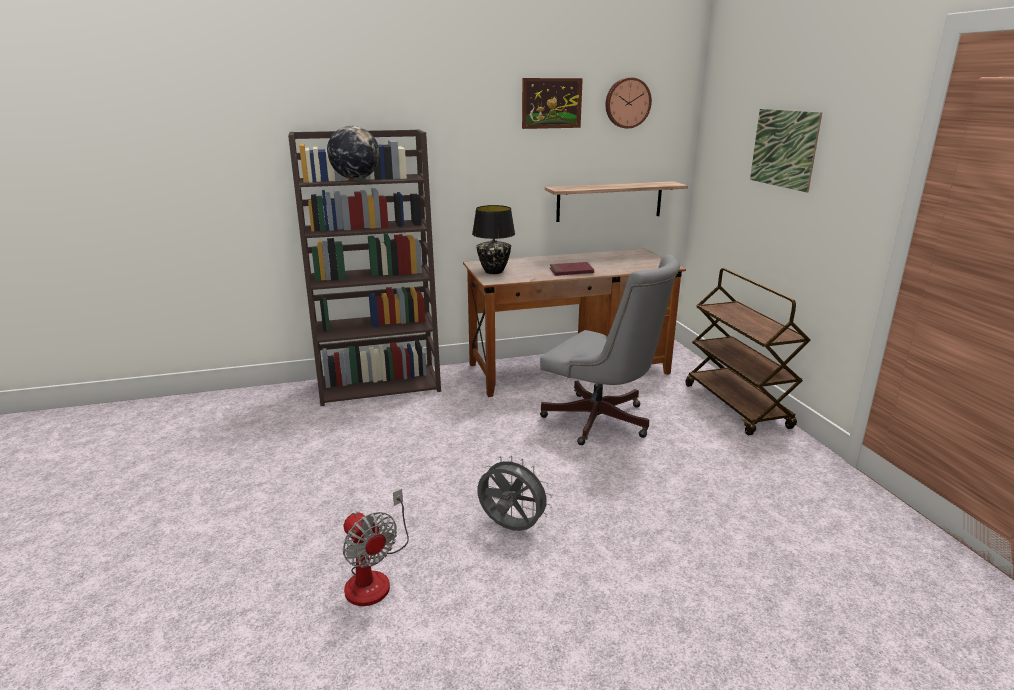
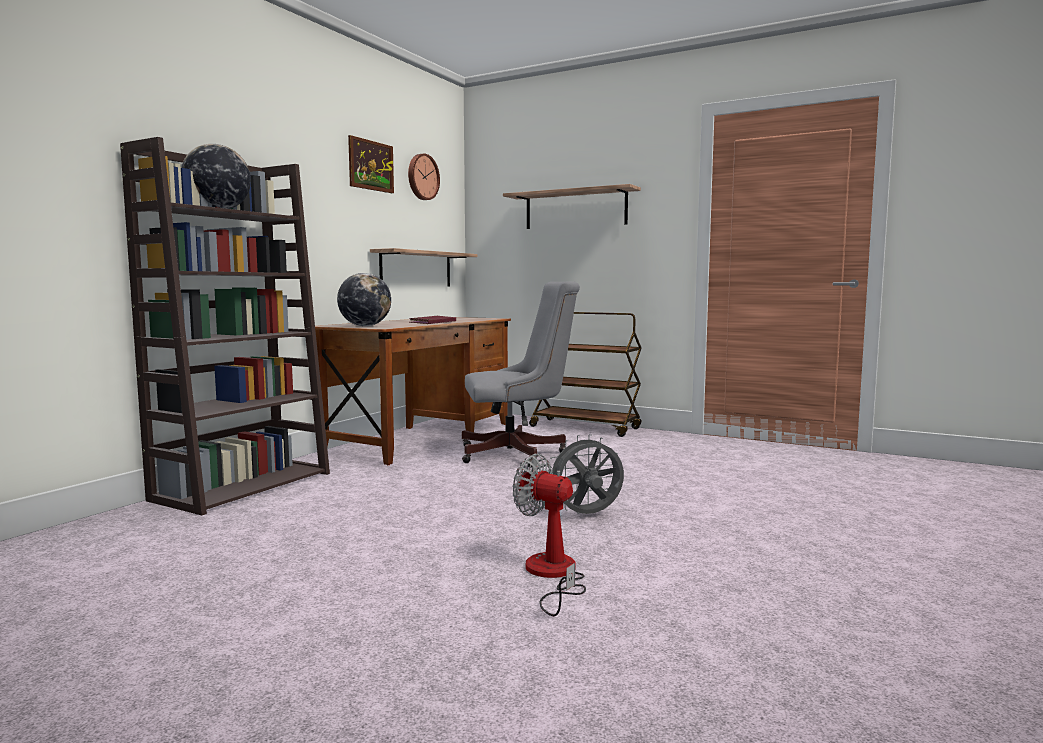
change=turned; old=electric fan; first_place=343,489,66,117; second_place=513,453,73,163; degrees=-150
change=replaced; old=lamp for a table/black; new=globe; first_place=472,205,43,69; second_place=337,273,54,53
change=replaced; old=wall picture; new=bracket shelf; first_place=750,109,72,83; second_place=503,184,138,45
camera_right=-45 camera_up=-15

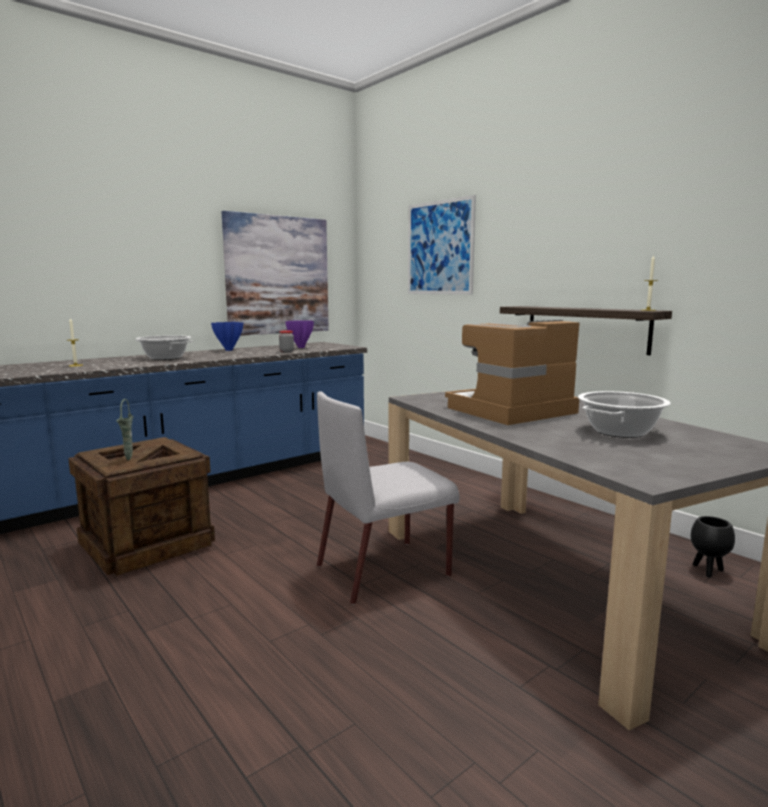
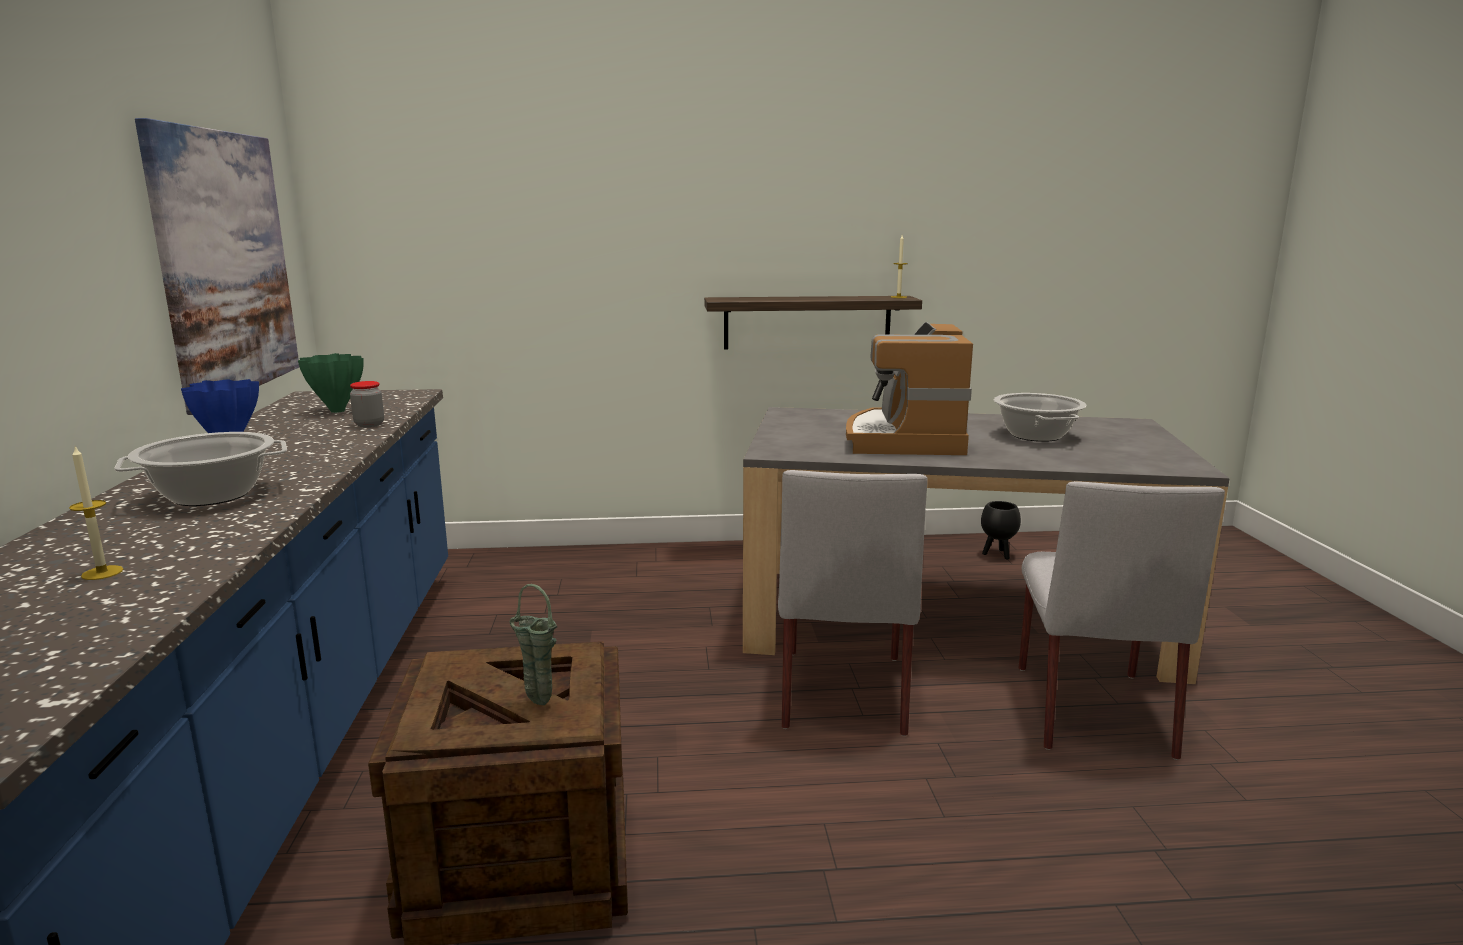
change=recoloured; old=flower vase/purple; new=flower vase/greenish; first_place=285,320,29,28; second_place=298,353,66,60
change=removed; old=wall picture; first_place=408,195,68,100
change=added; new=chair/greyish; second_place=1018,481,207,279
camera_right=-55 camera_up=5

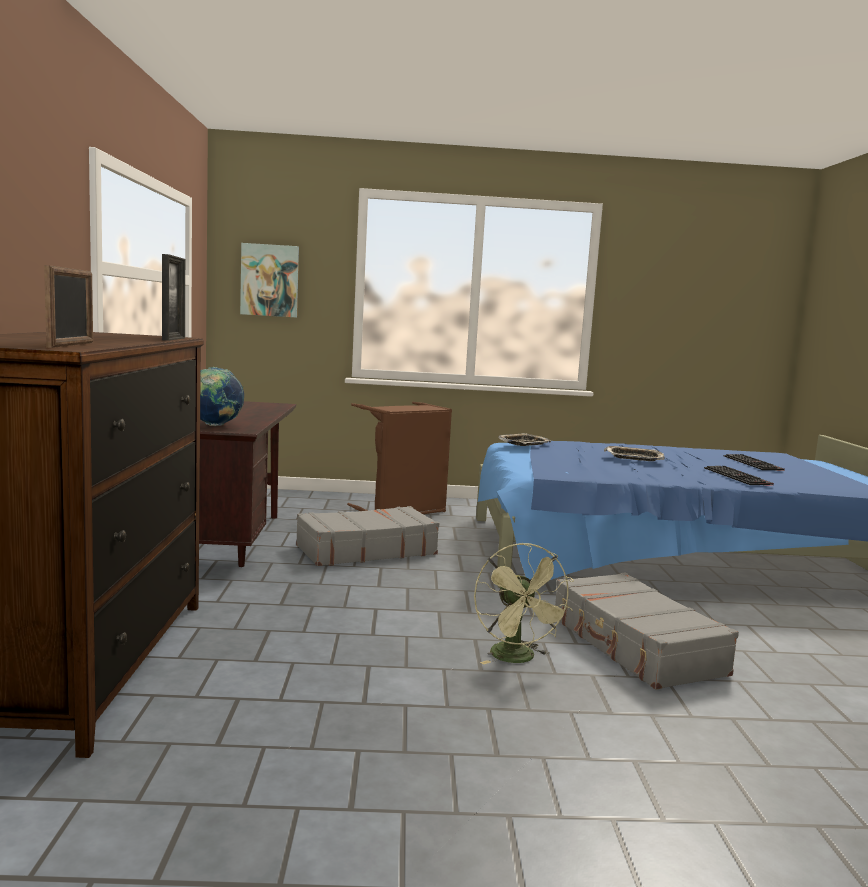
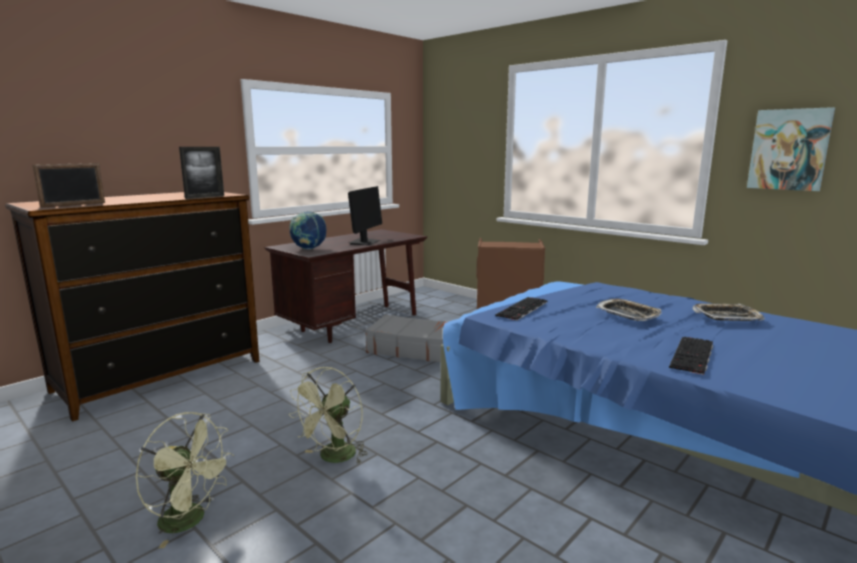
change=moved; old=wall picture; first_place=240,243,59,74; second_place=747,107,88,84
change=moved; old=serving tray; first_place=498,433,53,13; second_place=693,303,72,18
change=removed; old=travel case/greyish; first_place=555,573,184,117
change=moved; old=computer keyboard; first_place=724,454,61,17; second_place=495,297,52,23
change=added; new=electric fan/greenish; second_place=135,412,99,136
change=added; new=monitor; second_place=348,186,34,59
camera_right=45 camera_up=5

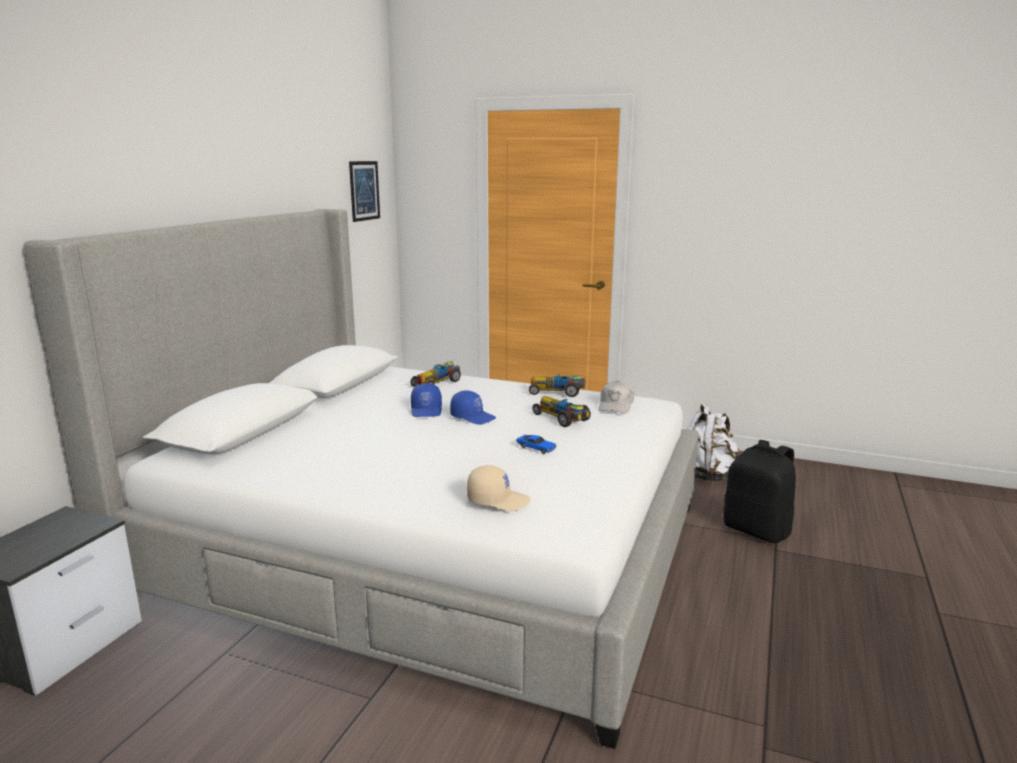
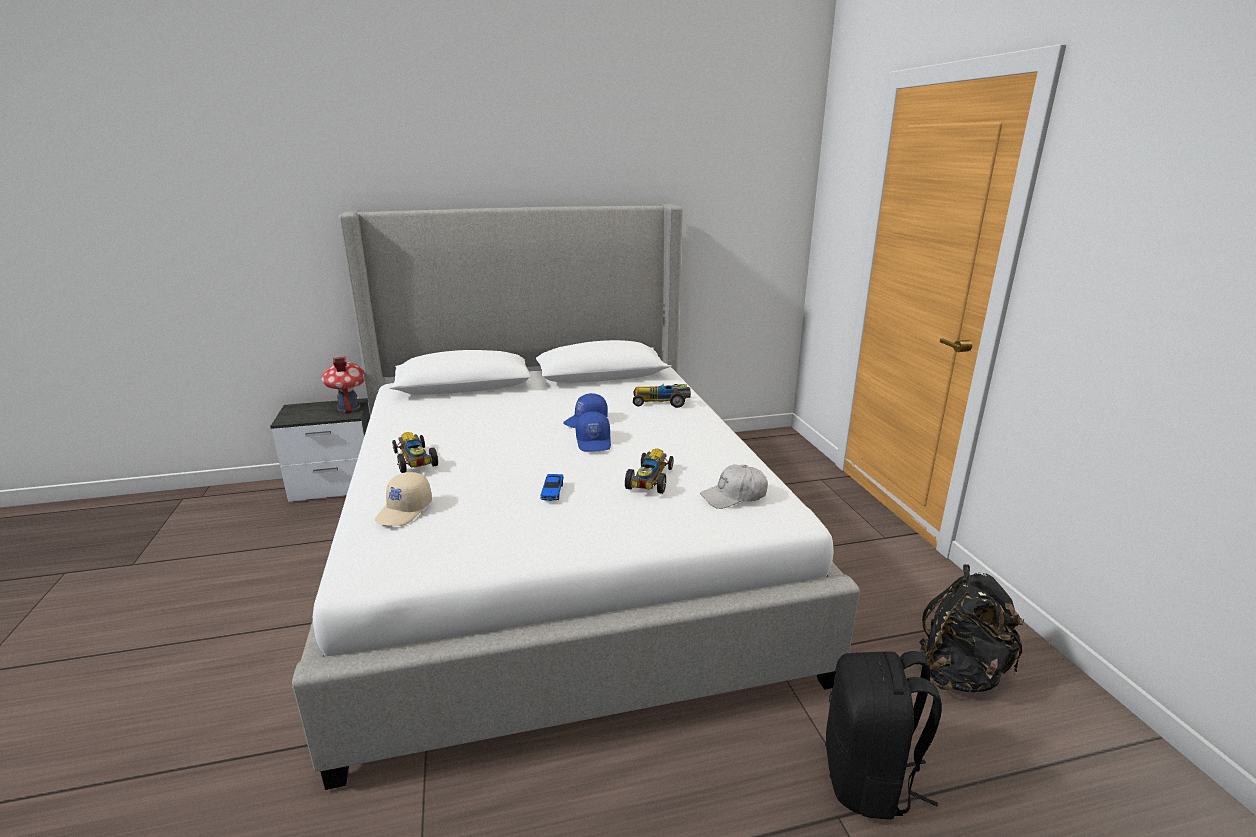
change=removed; old=wall picture; first_place=349,161,31,61
change=turned; old=peaked cap/beige; first_place=467,465,63,46; second_place=375,472,57,54; degrees=45
change=moved; old=toy car; first_place=529,375,56,22; second_place=392,432,46,41
change=recoloured; old=backpack/white; new=backpack/black; first_place=687,403,53,78; second_place=919,565,105,128
change=added; new=model house; second_place=321,356,44,58
camera_right=55 camera_up=5

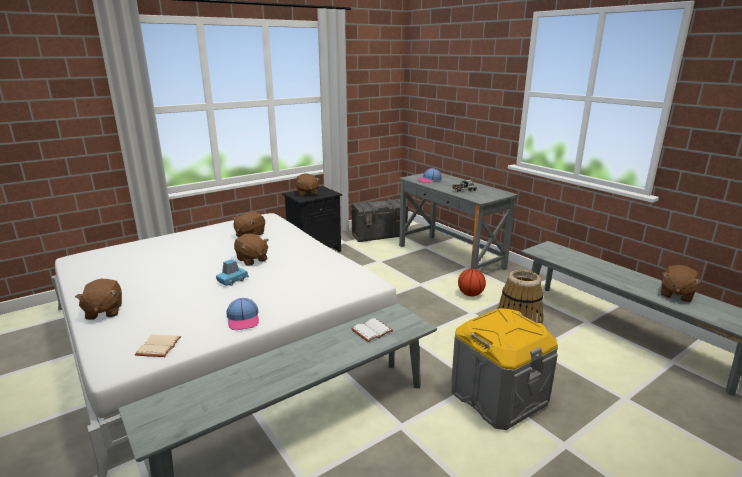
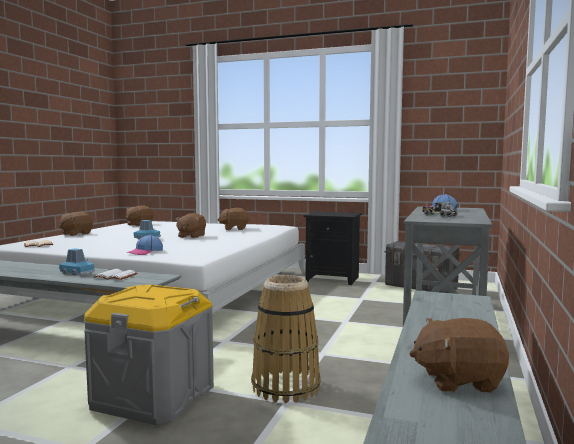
change=moved; old=peaked cap; first_place=226,298,33,32; second_place=126,235,37,20
change=moved; old=plush toy/brownish; first_place=296,173,23,24; second_place=126,205,27,21
change=removed; old=ball for basketball; first_place=458,269,28,27
change=added; new=toy car/blue-coloured; second_place=59,248,36,27
camera_right=55 camera_up=-15

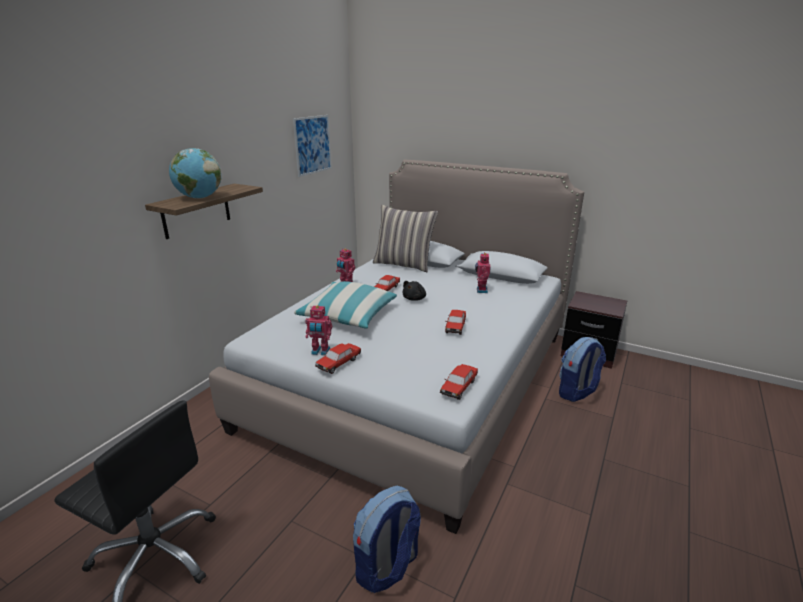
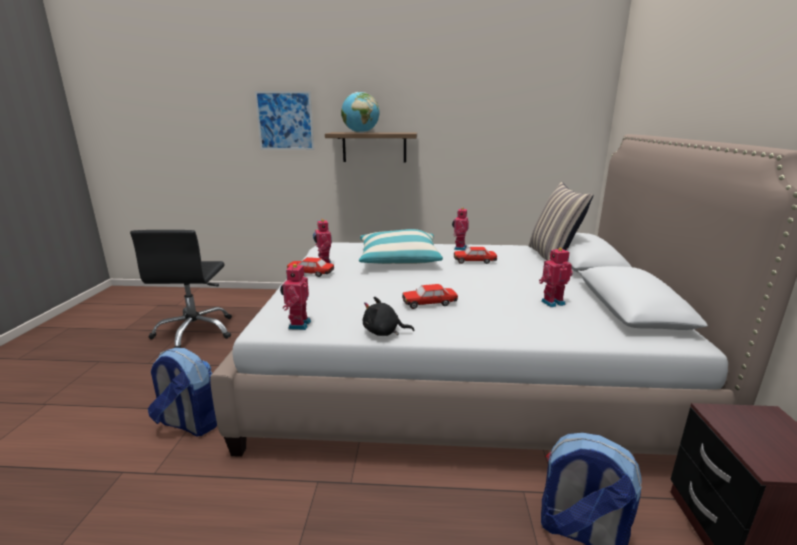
change=moved; old=wall picture; first_place=293,115,39,62; second_place=255,91,59,59
change=moved; old=plush toy/black; first_place=402,281,24,20; second_place=363,297,52,39
change=replaced; old=toy car; new=toy robot; first_place=440,364,38,36; second_place=280,262,31,68
camera_right=65 camera_up=-5

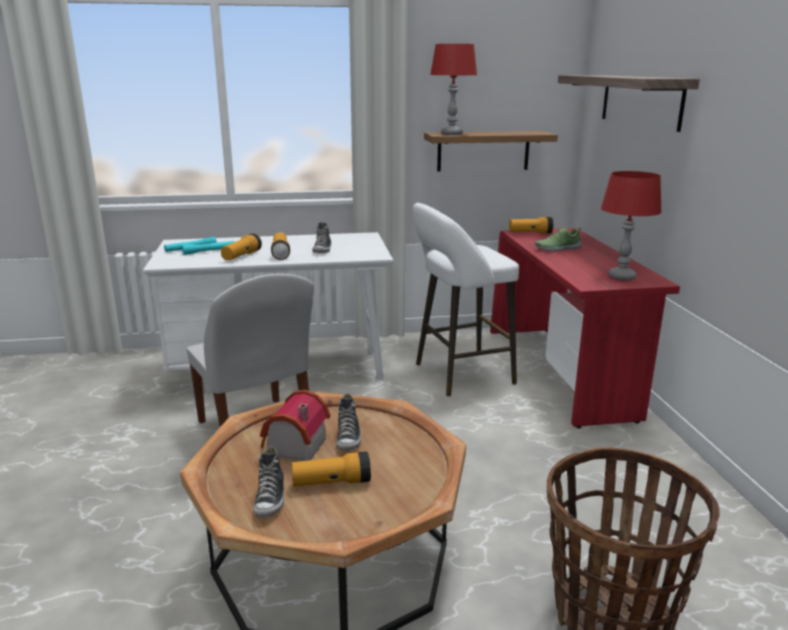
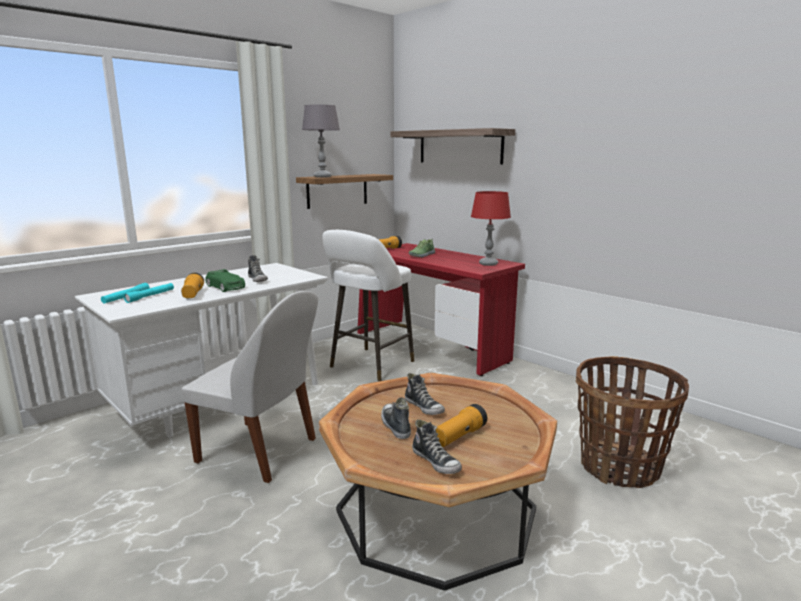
change=replaced; old=model house; new=low shoe; first_place=260,390,70,71; second_place=381,397,30,42
change=replaced; old=torch; new=toy car/greenish; first_place=271,233,19,27; second_place=205,269,40,23
change=recoloured; old=lamp for a table/red-coloured; new=lamp for a table/greyish; first_place=430,44,47,91; second_place=302,105,38,72
camera_right=-35 camera_up=-5

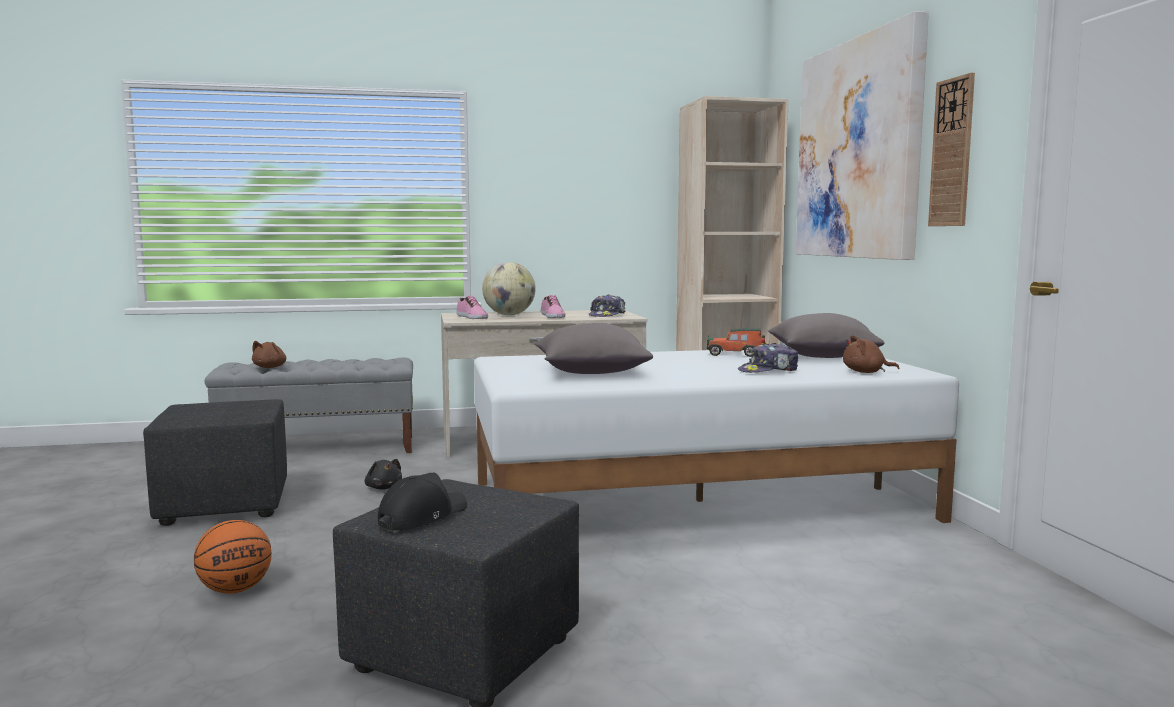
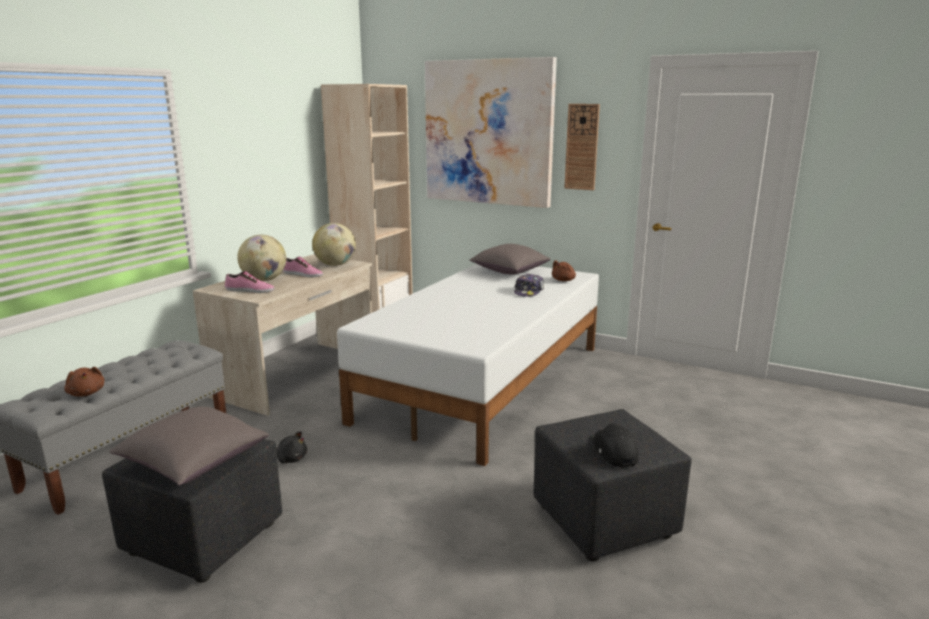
change=removed; old=ball for basketball; first_place=194,520,77,74
change=moved; old=throw pillow/greyish; first_place=535,323,118,51; second_place=109,406,160,79
change=replaced; old=peaked cap; new=globe; first_place=589,294,36,23; second_place=312,223,44,43
change=removed; old=toy car; first_place=707,328,60,29
camera_right=-50 camera_up=10

